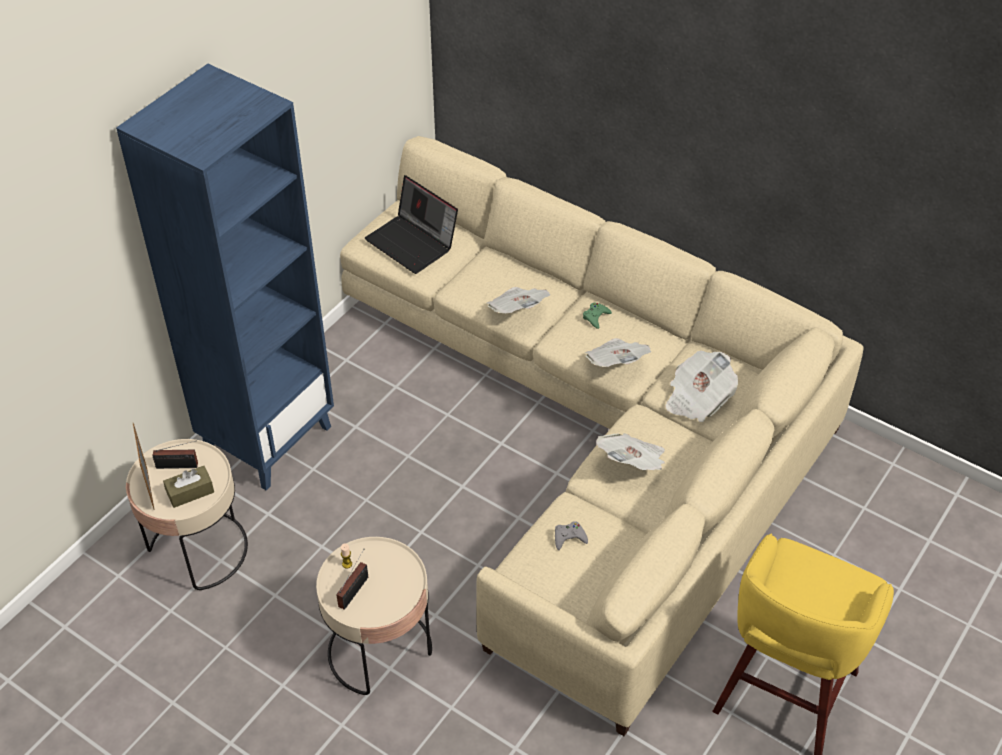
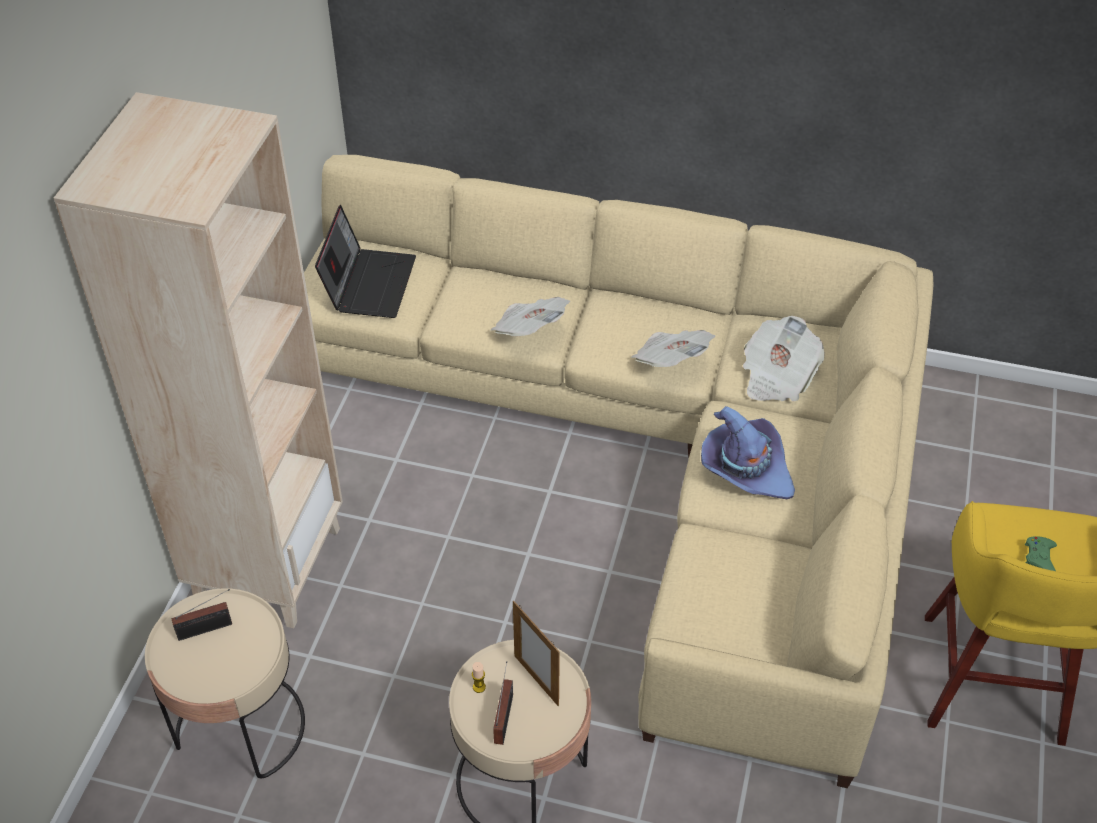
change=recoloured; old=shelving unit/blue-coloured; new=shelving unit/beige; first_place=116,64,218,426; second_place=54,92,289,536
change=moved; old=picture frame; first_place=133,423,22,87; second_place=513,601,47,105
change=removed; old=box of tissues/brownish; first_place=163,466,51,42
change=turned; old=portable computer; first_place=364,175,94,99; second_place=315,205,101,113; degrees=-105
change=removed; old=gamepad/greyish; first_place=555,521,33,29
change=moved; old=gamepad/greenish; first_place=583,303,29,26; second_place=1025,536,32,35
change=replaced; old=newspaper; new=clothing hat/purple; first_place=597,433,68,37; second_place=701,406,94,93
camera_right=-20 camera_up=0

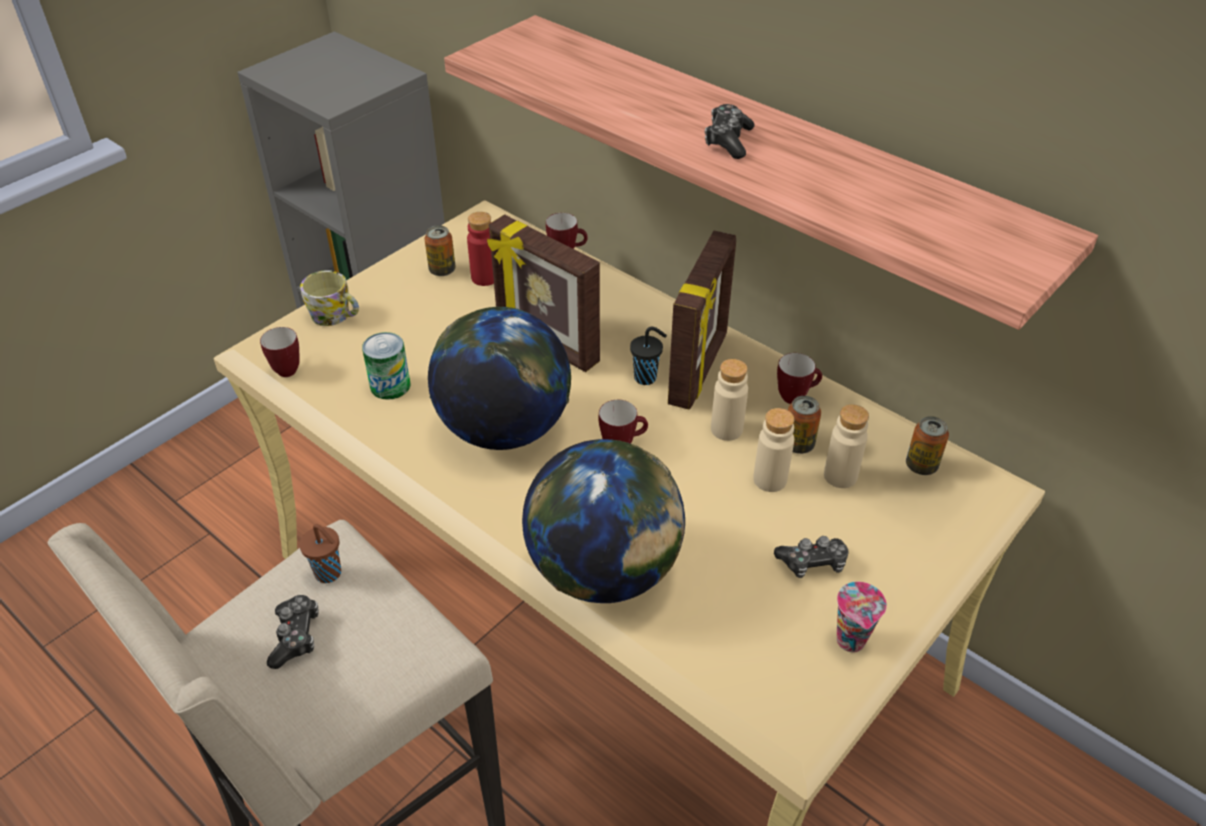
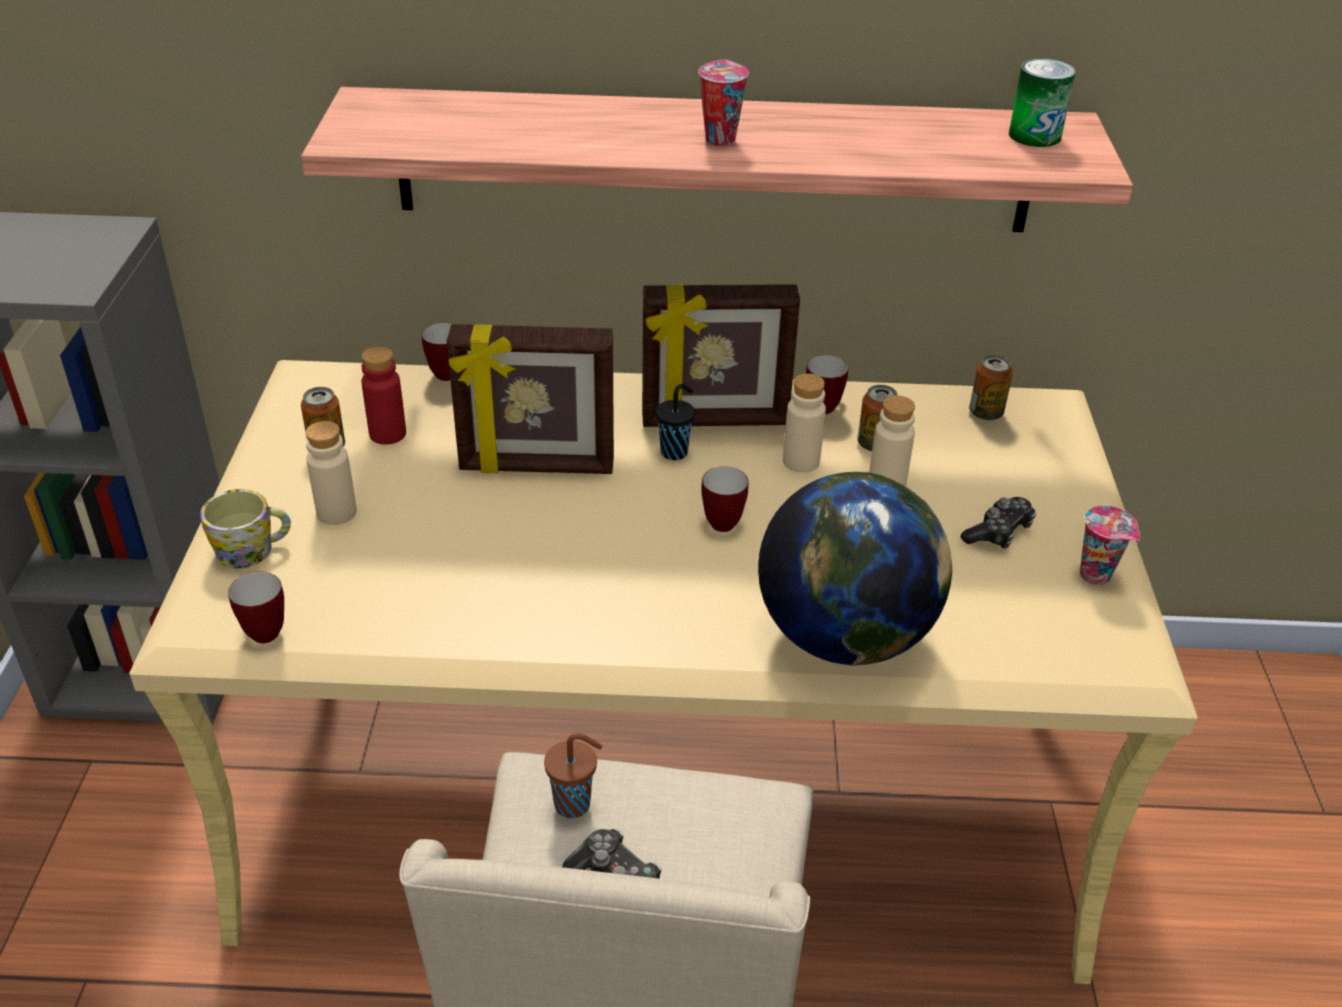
change=moved; old=sealed can; first_place=362,332,48,68; second_place=1009,59,66,88
change=removed; old=globe; first_place=428,307,143,143
change=turned; old=picture frame; first_place=668,231,68,179; second_place=642,284,158,143; degrees=105
change=replaced; old=gamepad; new=drinking cup; first_place=705,104,50,55; second_place=698,60,51,86
change=moved; old=bottle/beige; first_place=824,404,45,84; second_place=306,421,51,104
camera_right=-40 camera_up=-5

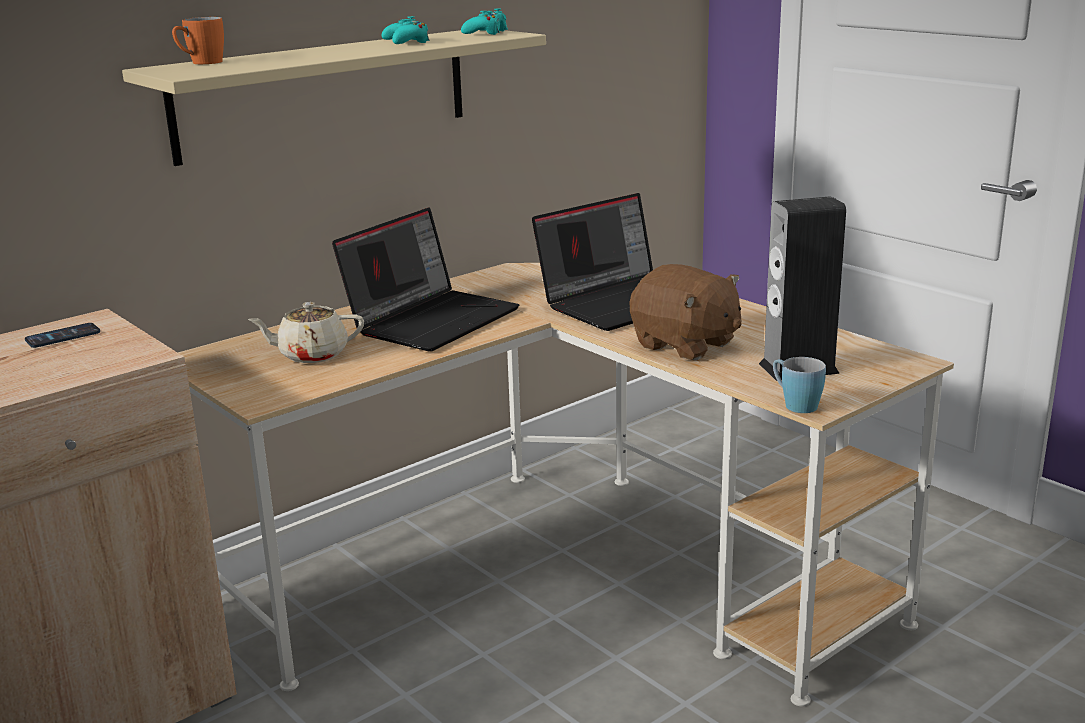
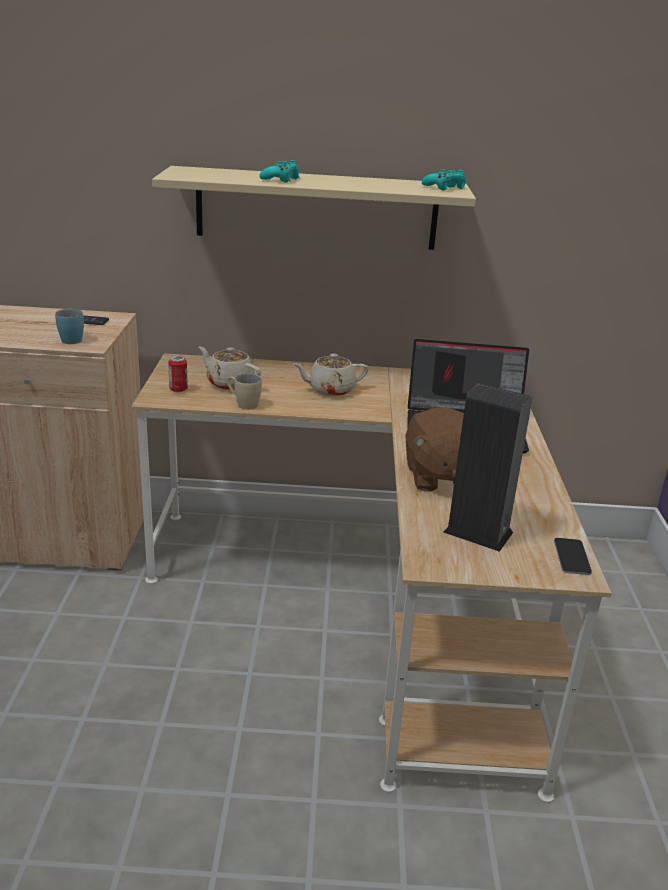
change=removed; old=tea mug/orange-coloured; first_place=172,17,52,47
change=replaced; old=portable computer; new=pot for tea/beige; first_place=332,207,187,145; second_place=293,354,75,42
change=moved; old=gamepad/blue-green; first_place=382,16,48,28; second_place=259,160,41,23
change=moved; old=tea mug/blue-coloured; first_place=773,357,53,56; second_place=55,309,29,35
change=added; new=sealed can; second_place=168,355,20,37
change=added; new=tea mug/beige; second_place=227,374,35,36
change=added; new=handset; second_place=554,538,38,37
camera_right=40 camera_up=5

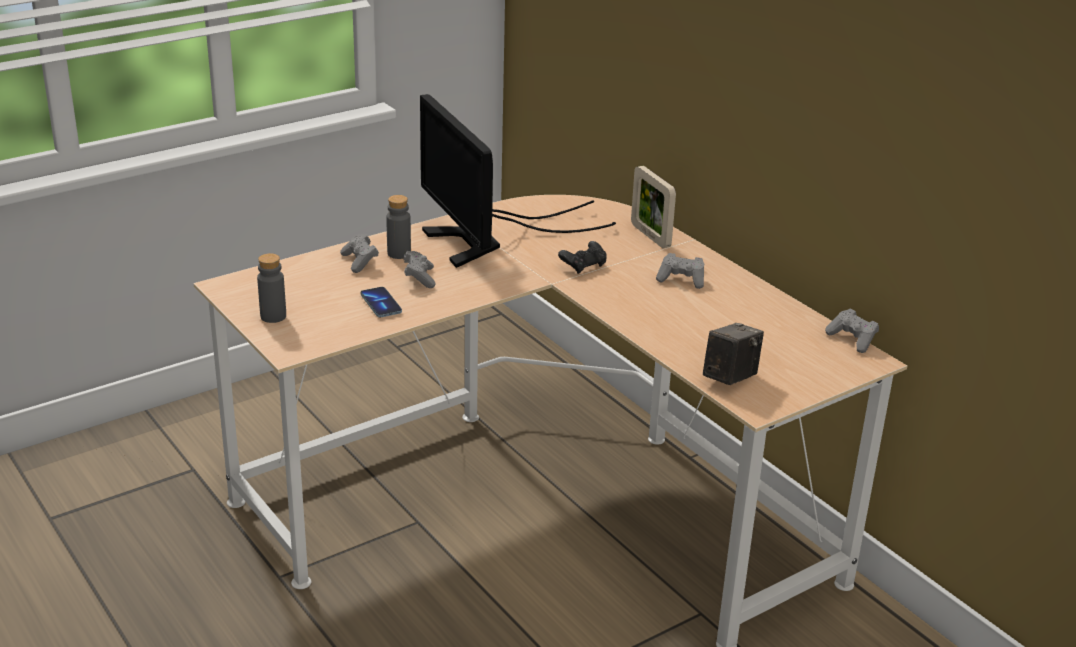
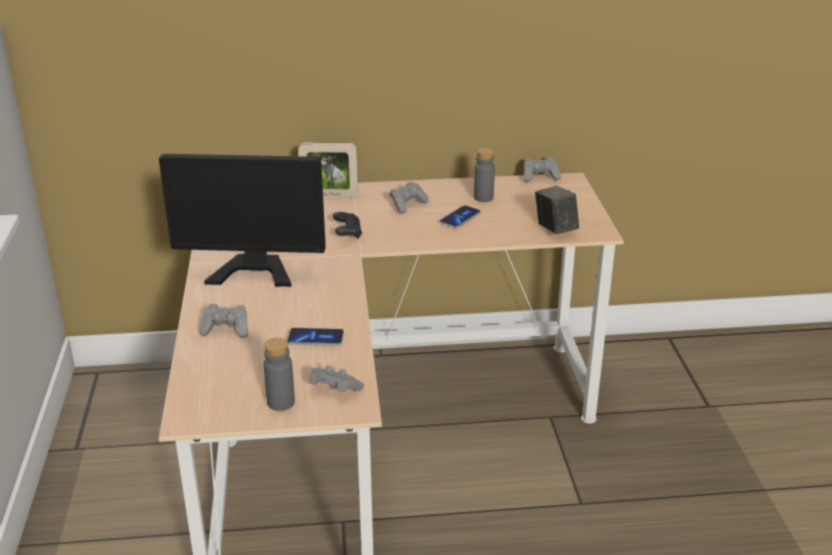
change=moved; old=bottle/greyish; first_place=386,195,25,64; second_place=474,148,21,54
change=moved; old=gamepad/greyish; first_place=404,251,32,37; second_place=309,366,55,26
change=added; new=handset; second_place=440,205,40,23
camera_right=-60 camera_up=0

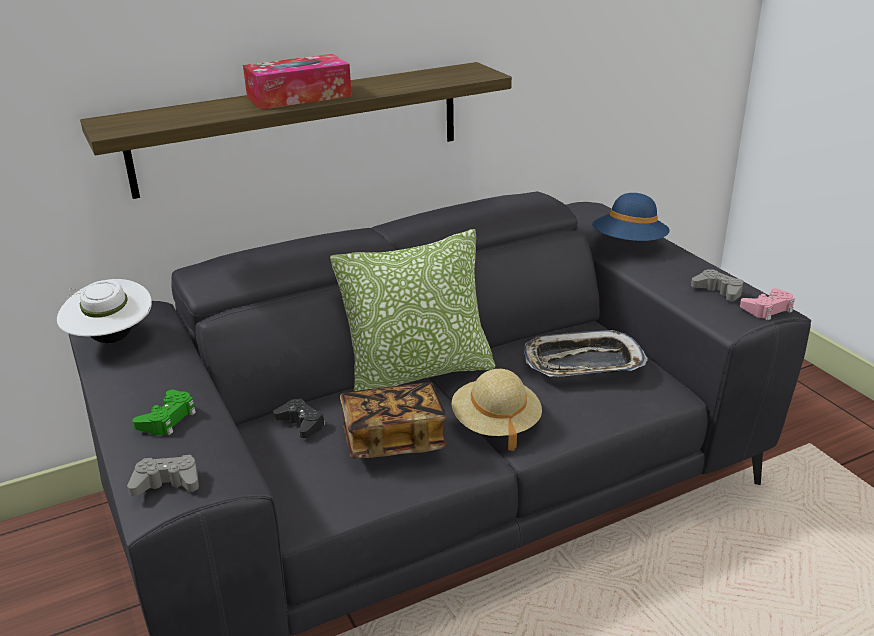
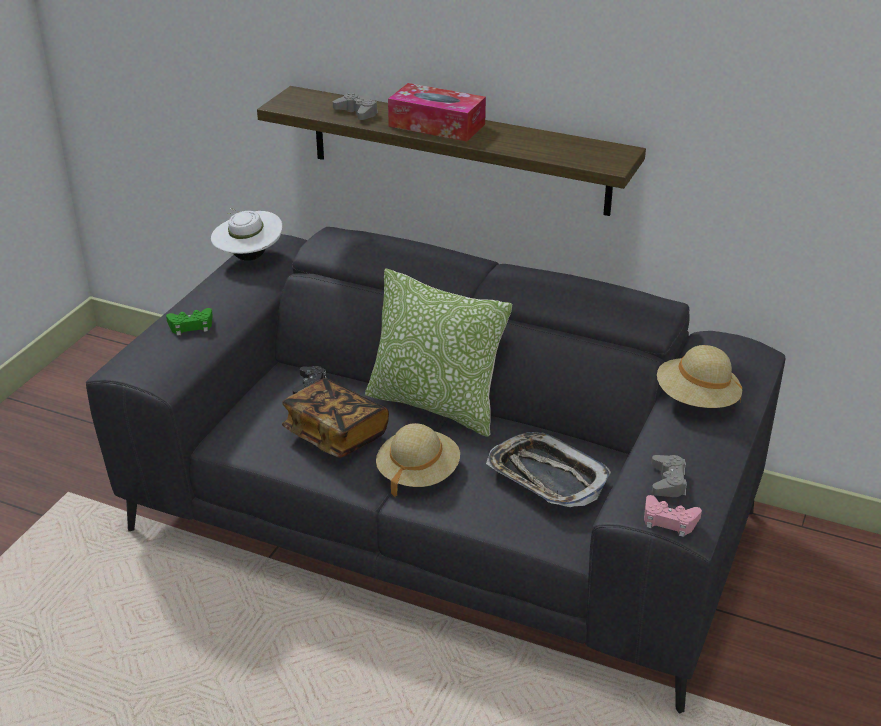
change=moved; old=gamepad/greyish; first_place=127,455,72,41; second_place=333,93,45,27
change=recoloured; old=clothing hat/blue-coloured; new=clothing hat/beige; first_place=592,193,78,48; second_place=657,345,86,63
camera_right=50 camera_up=5

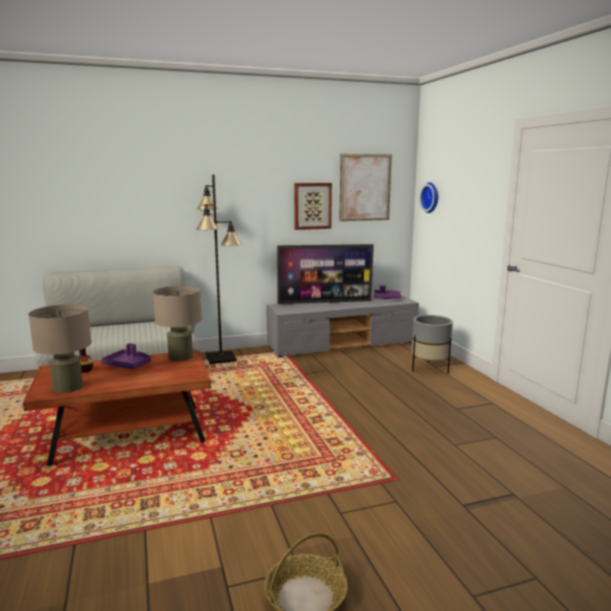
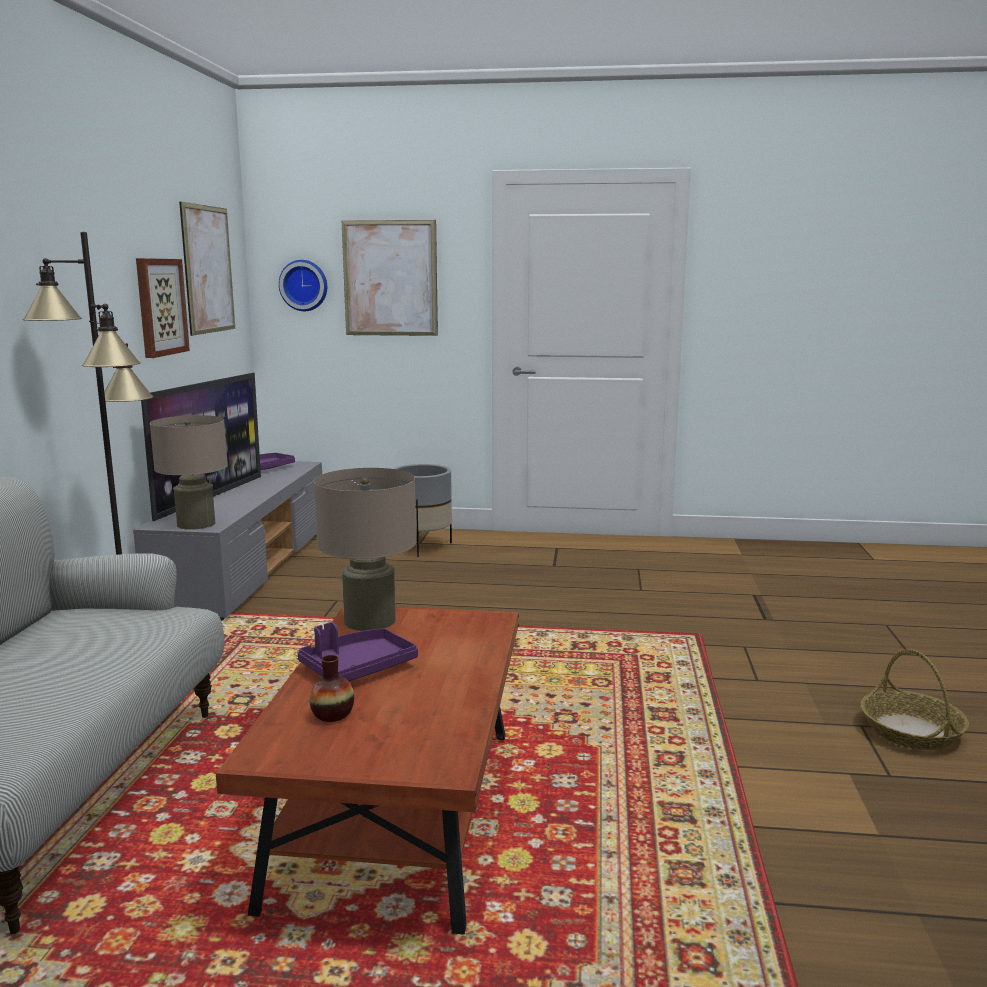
change=moved; old=lamp for a table/beige; first_place=28,304,64,89; second_place=150,415,78,115
change=added; new=wall picture; second_place=342,220,96,116
camera_right=-65 camera_up=0

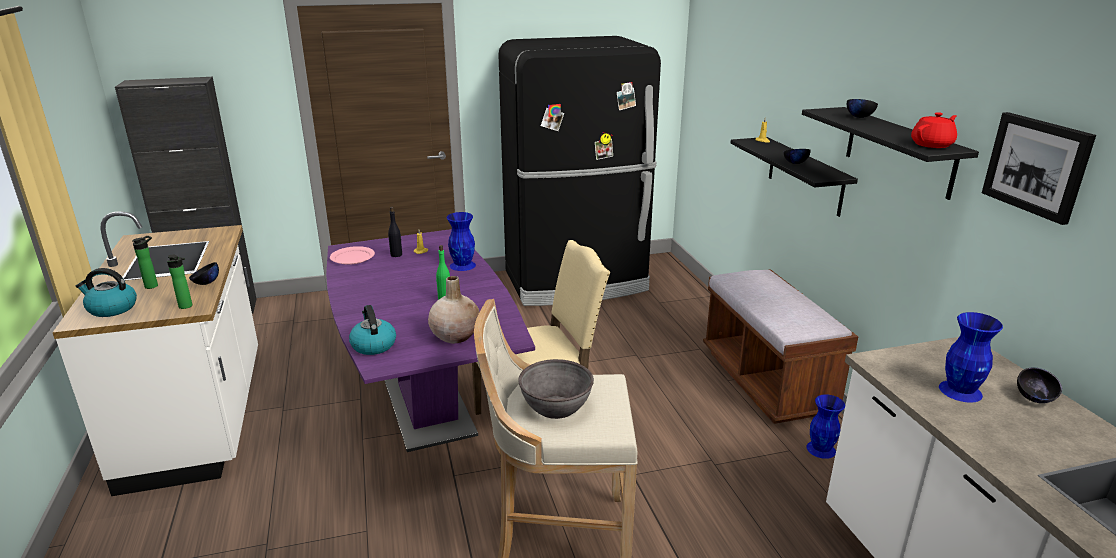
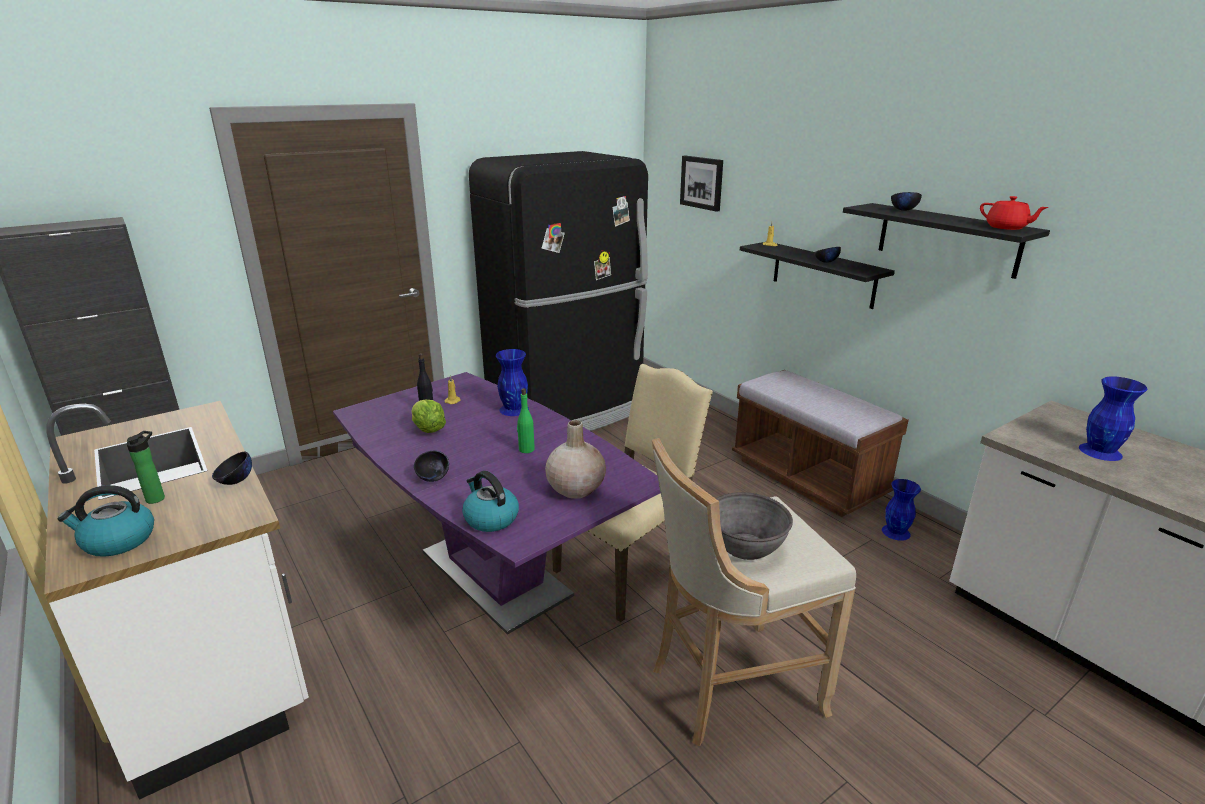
change=removed; old=bottle; first_place=167,255,25,54
change=removed; old=dinner plate/pinkish; first_place=330,246,45,19
change=turned; old=pot for tea/red-coloured; first_place=911,112,46,36; second_place=980,196,69,34; degrees=105
change=moved; old=wall picture; first_place=982,112,114,113; second_place=680,156,43,56
change=moved; old=bowl/black; first_place=1017,367,45,36; second_place=414,451,35,31
change=added; new=lettuce; second_place=412,400,34,33
camera_right=-20 camera_up=0

